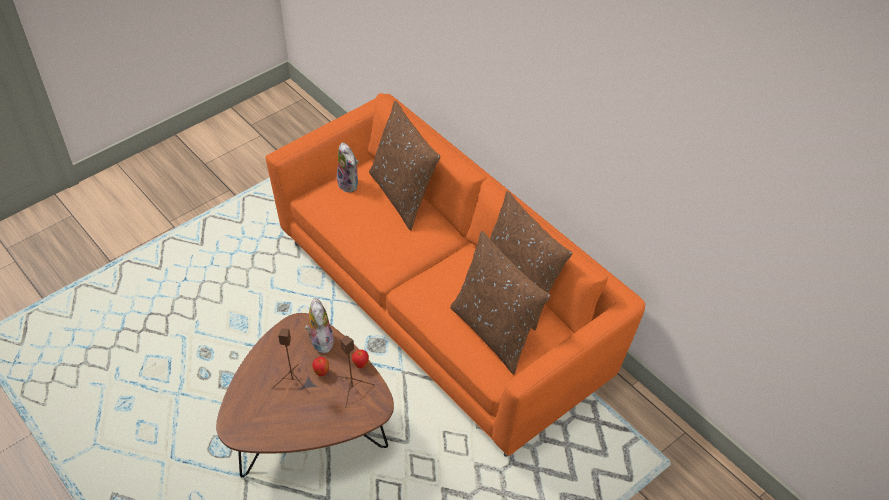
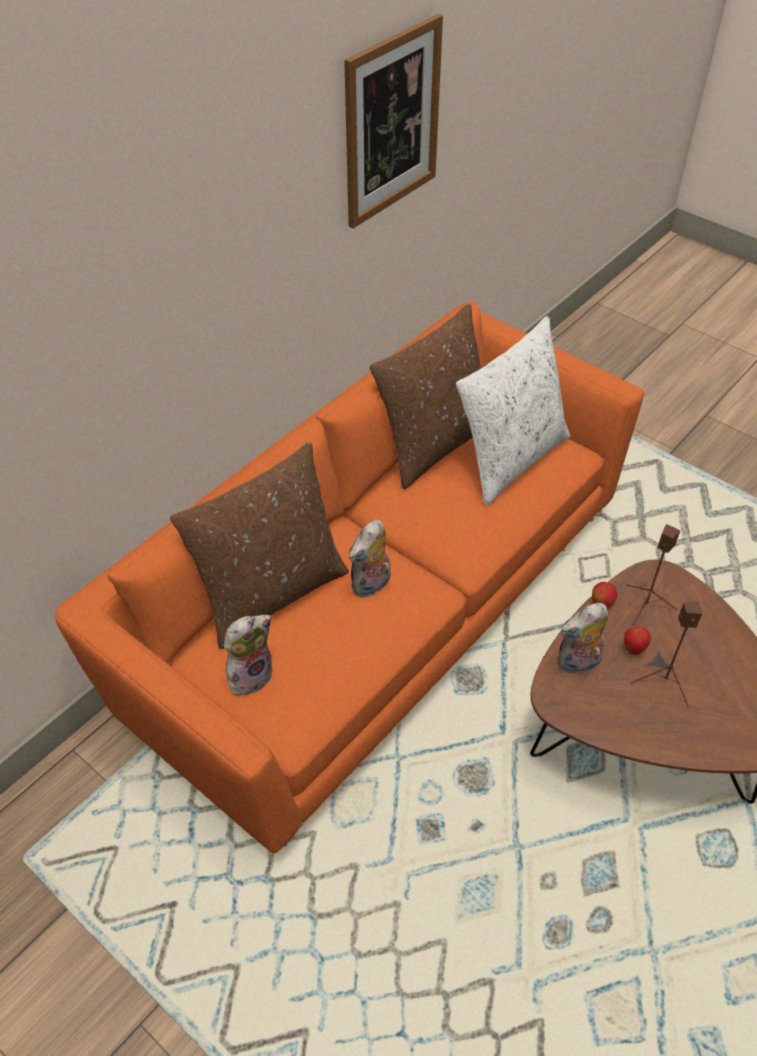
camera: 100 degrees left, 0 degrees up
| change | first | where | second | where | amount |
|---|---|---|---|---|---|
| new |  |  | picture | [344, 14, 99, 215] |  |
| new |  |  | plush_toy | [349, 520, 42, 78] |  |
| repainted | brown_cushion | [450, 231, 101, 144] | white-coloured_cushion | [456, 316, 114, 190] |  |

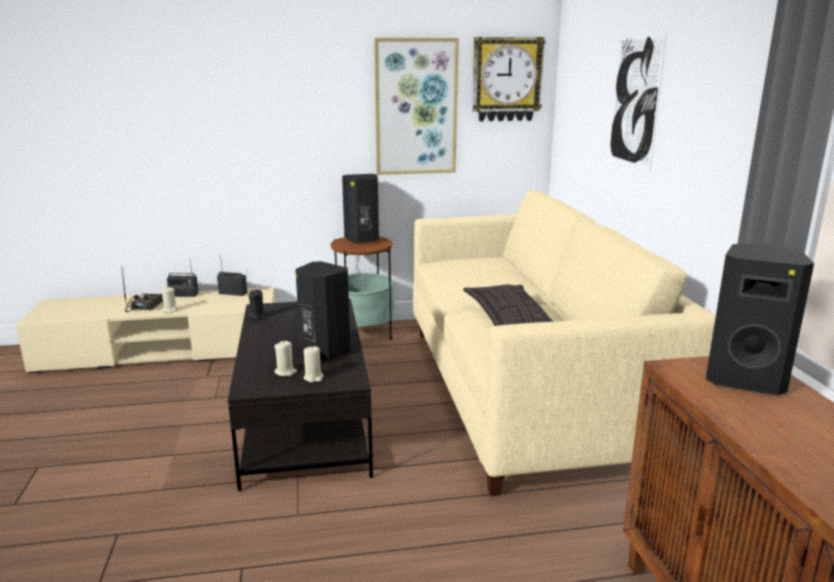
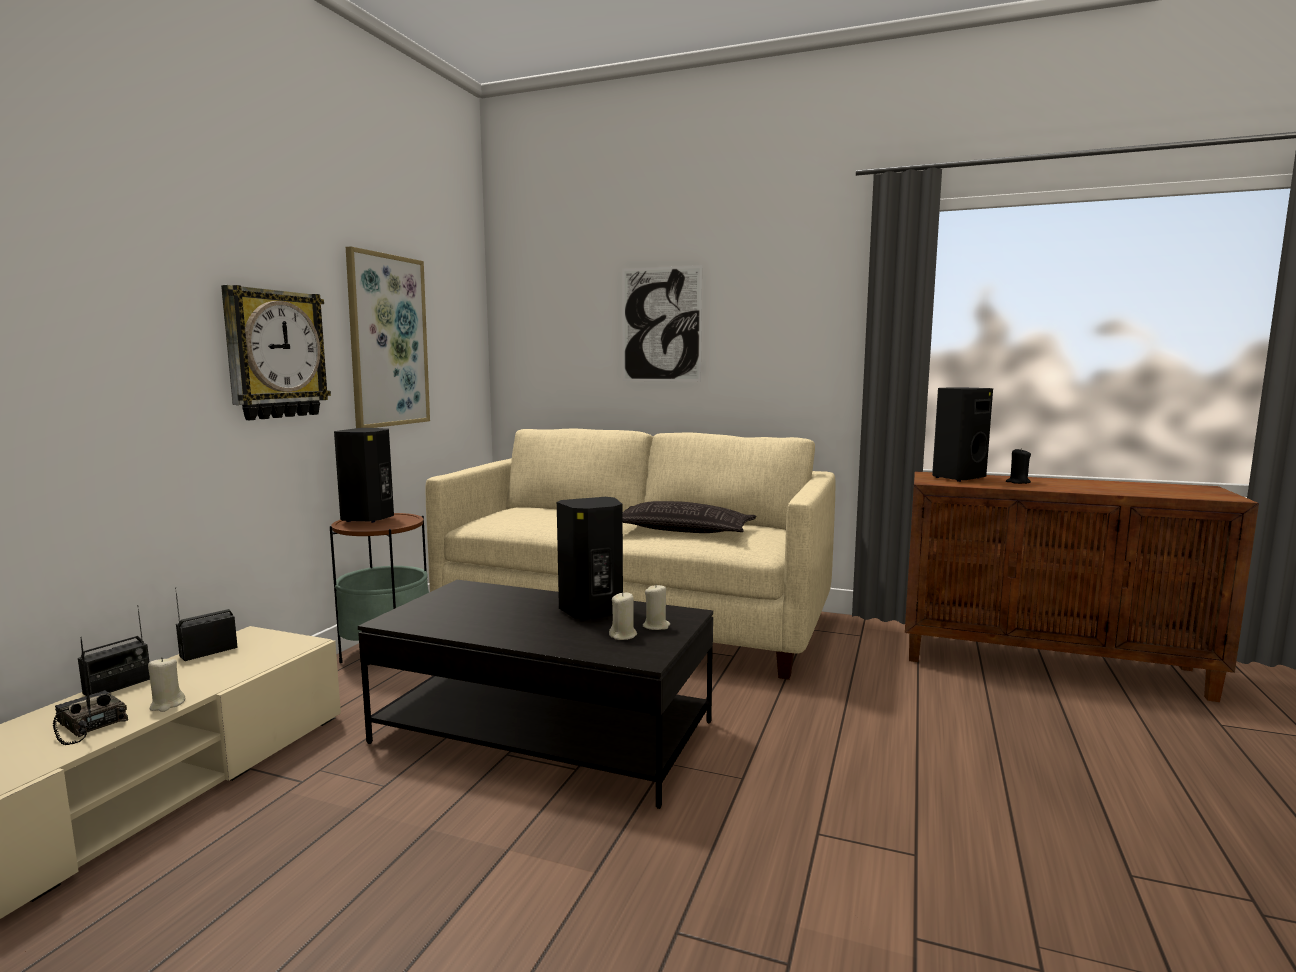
camera: 60 degrees left, 10 degrees down
| change | first | where | second | where | amount |
|---|---|---|---|---|---|
| shifted | clock_on_the_wall | [472, 37, 74, 84] |  | [221, 285, 110, 135] |  |
| shifted | blackish_wax_light | [248, 290, 18, 29] |  | [1006, 448, 25, 36] |  |

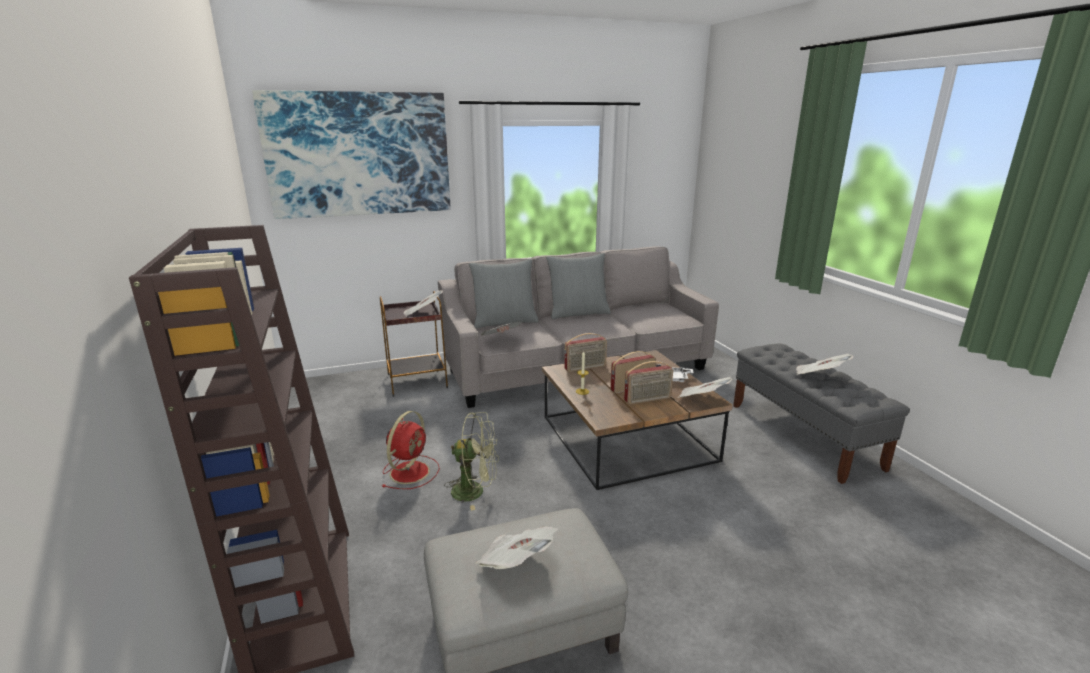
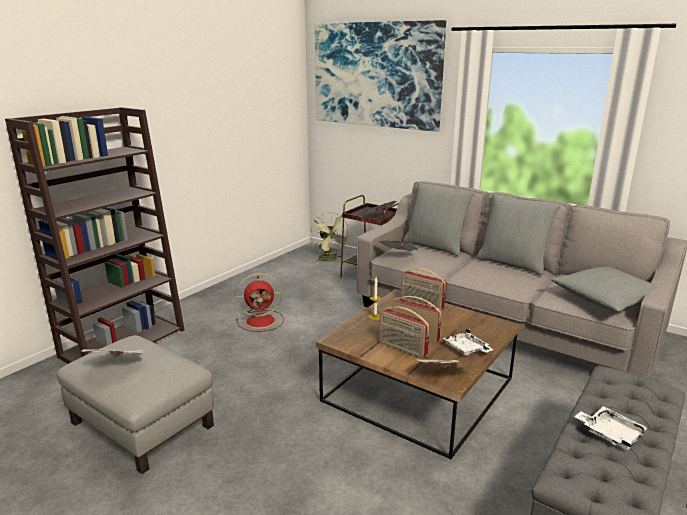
camera: 55 degrees right, 0 degrees up
| change | first | where | second | where | amount |
|---|---|---|---|---|---|
| shifted | green-coloured_cooling_fan | [444, 412, 55, 99] |  | [310, 212, 41, 52] |  |
| new |  |  | grey_cushion | [551, 266, 122, 46] |  |
| swapped | printed_paper | [796, 354, 57, 21] | white-coloured_serving_tray | [574, 406, 74, 44] |  |

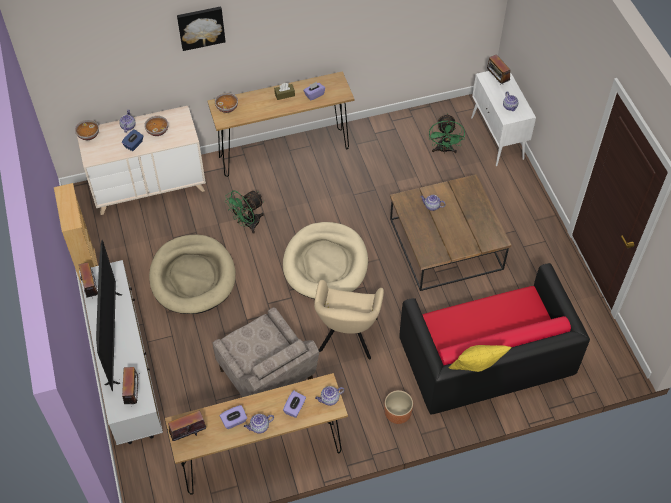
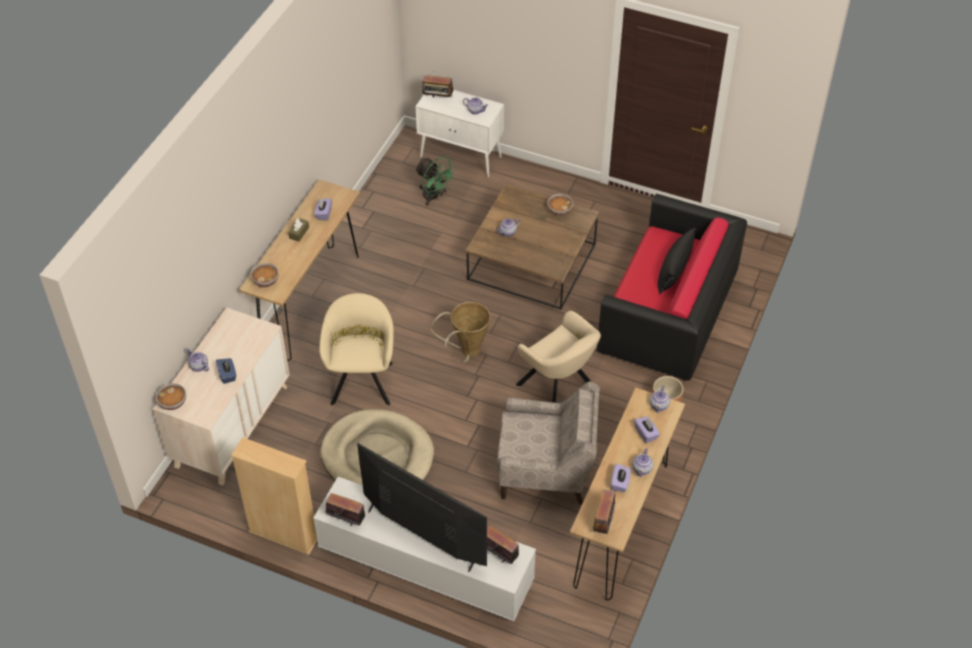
camera: 50 degrees left, 5 degrees down
| change | first | where | second | where | amount |
|---|---|---|---|---|---|
| swapped | green-coloured_cooling_fan | [225, 190, 39, 44] | beige_easy_chair | [319, 293, 75, 112] |  |
| swapped | beige_dog_cushion | [283, 222, 85, 77] | basket | [431, 302, 59, 60] |  |
| shifted | bowl | [144, 116, 24, 20] |  | [547, 194, 26, 22] |  |
| new |  |  | blackish_cushion | [658, 228, 38, 66] |  |
| gone | picture | [177, 7, 49, 44] |  |  |  |
| gone | yellow-coloured_cushion | [449, 345, 62, 27] |  |  |  |

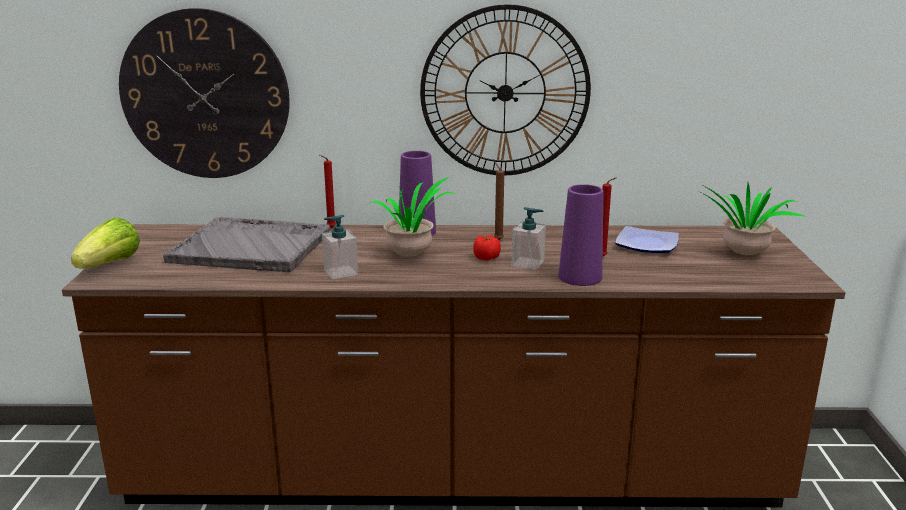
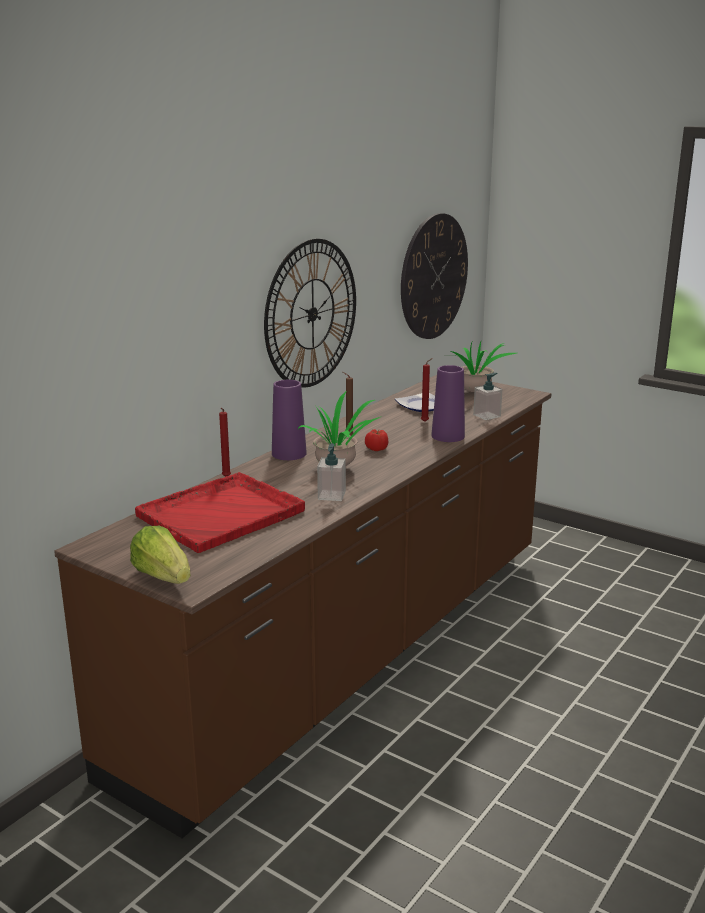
camera: 55 degrees left, 0 degrees up
| change | first | where | second | where | amount |
|---|---|---|---|---|---|
| repainted | grey_serving_tray | [163, 217, 167, 55] | reddish_serving_tray | [135, 472, 170, 81] |  |
| shifted | clock_on_the_wall | [119, 8, 171, 170] |  | [401, 213, 67, 126] |  |
| shifted | soap_dispenser | [511, 207, 35, 63] |  | [473, 373, 29, 47] |  |

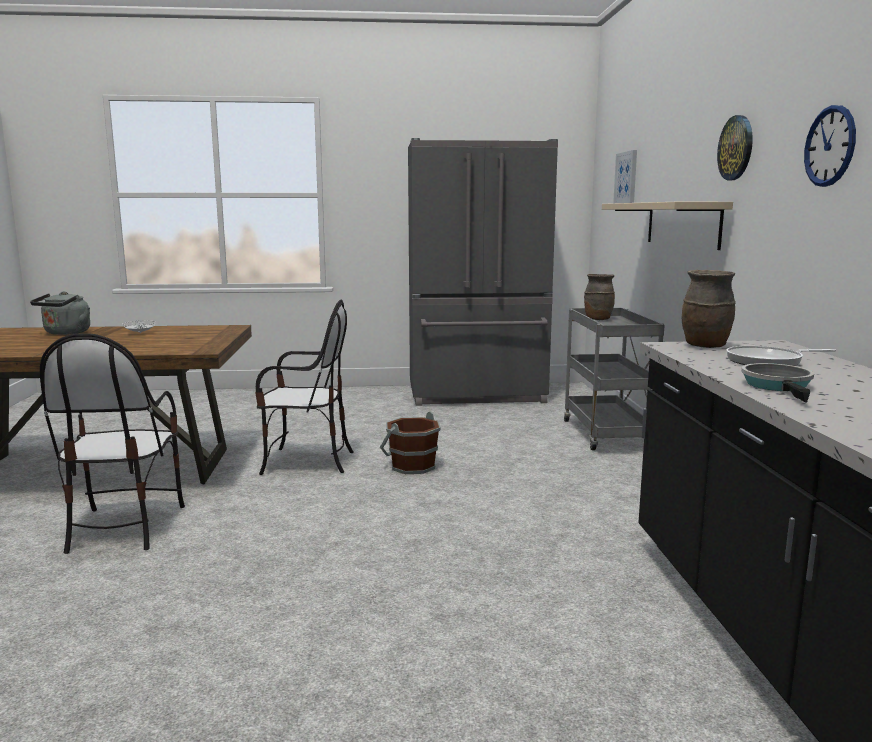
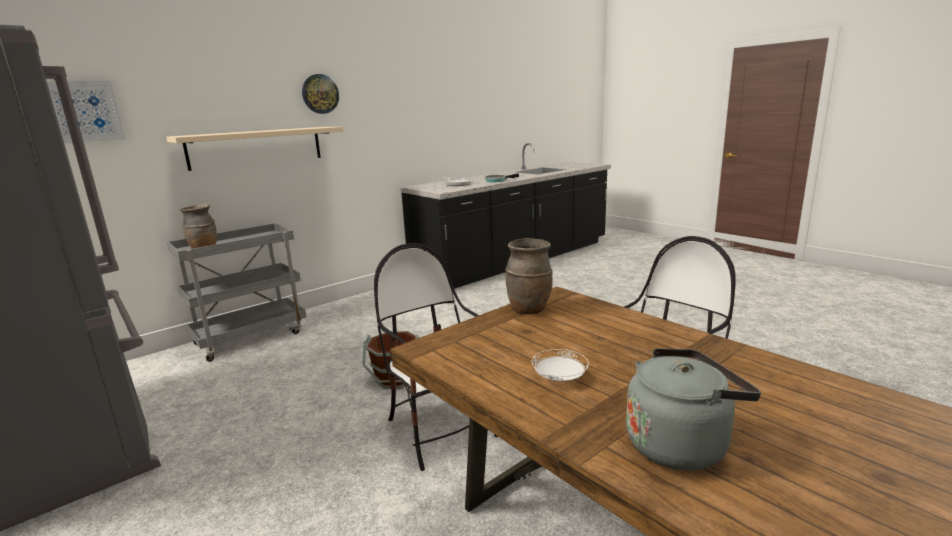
camera: 125 degrees left, 5 degrees up
| change | first | where | second | where | amount |
|---|---|---|---|---|---|
| shifted | brown_flower_vase | [682, 270, 54, 78] |  | [505, 238, 48, 76] |  |
| gone | clock_on_the_wall | [804, 105, 52, 82] |  |  |  |

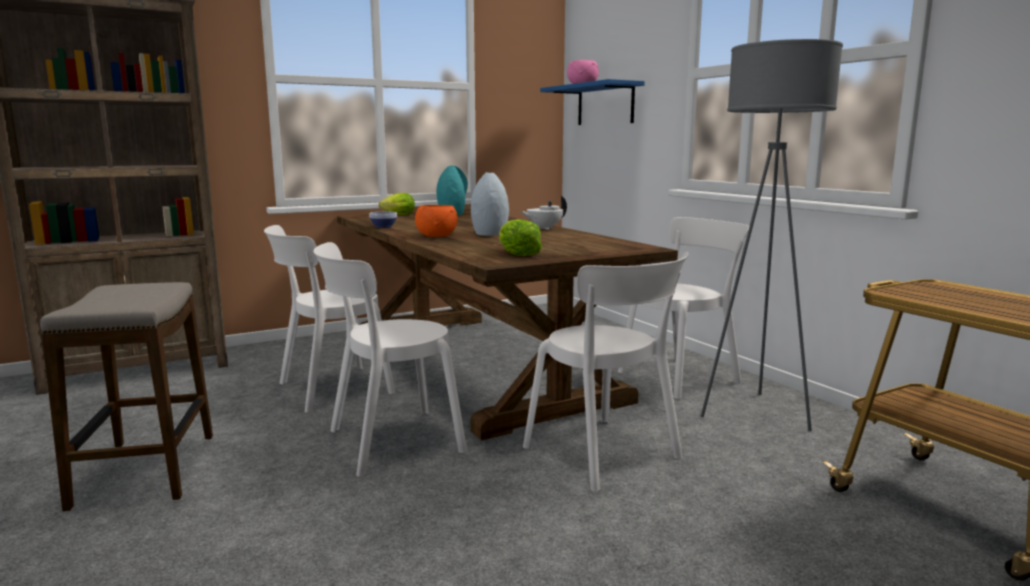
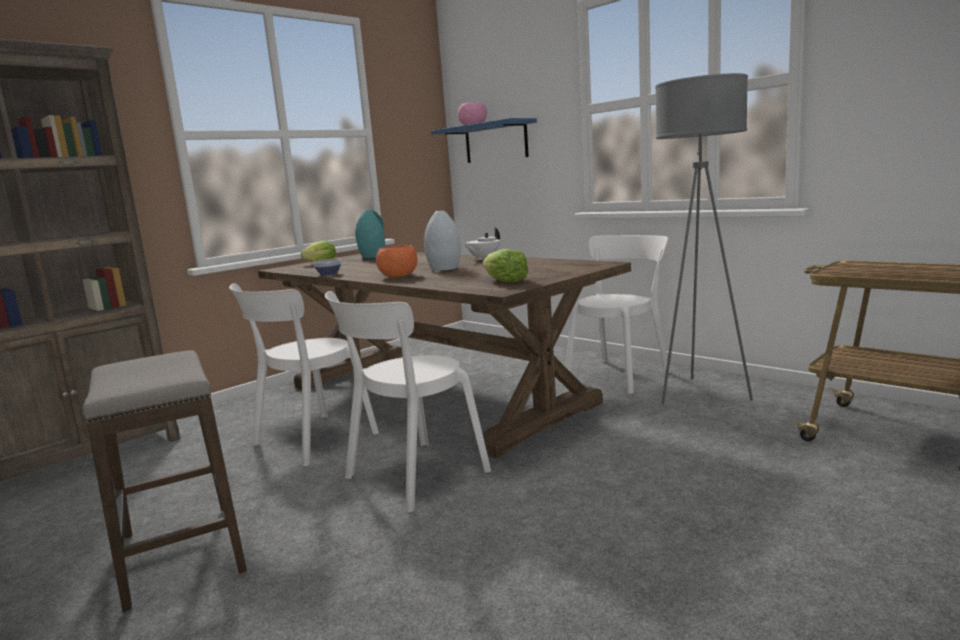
camera: 15 degrees left, 0 degrees up
| change | first | where | second | where | amount |
|---|---|---|---|---|---|
| gone | white-coloured_upright_chair | [523, 252, 166, 240] |  |  |  |

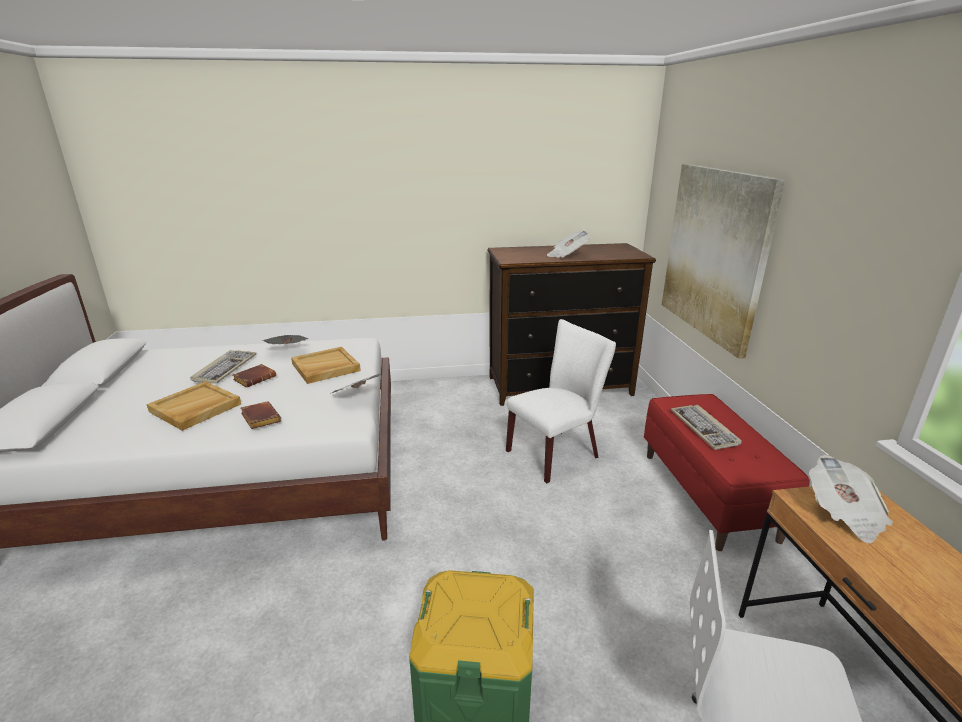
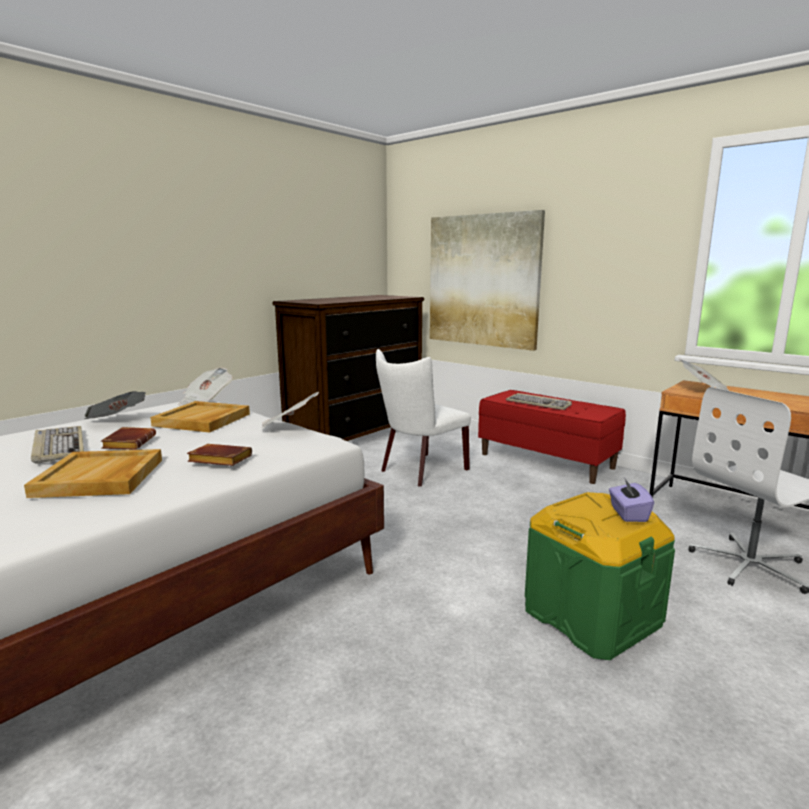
camera: 40 degrees left, 10 degrees down
| change | first | where | second | where | amount |
|---|---|---|---|---|---|
| shifted | printed_paper | [547, 231, 42, 27] |  | [178, 368, 55, 38] |  |
| rotated | white-coloured_upright_chair | [506, 319, 110, 164] |  | [376, 349, 95, 138] | 150 degrees counterclockwise |
| new |  |  | purple-coloured_box_of_tissues | [609, 477, 45, 45] |  |

